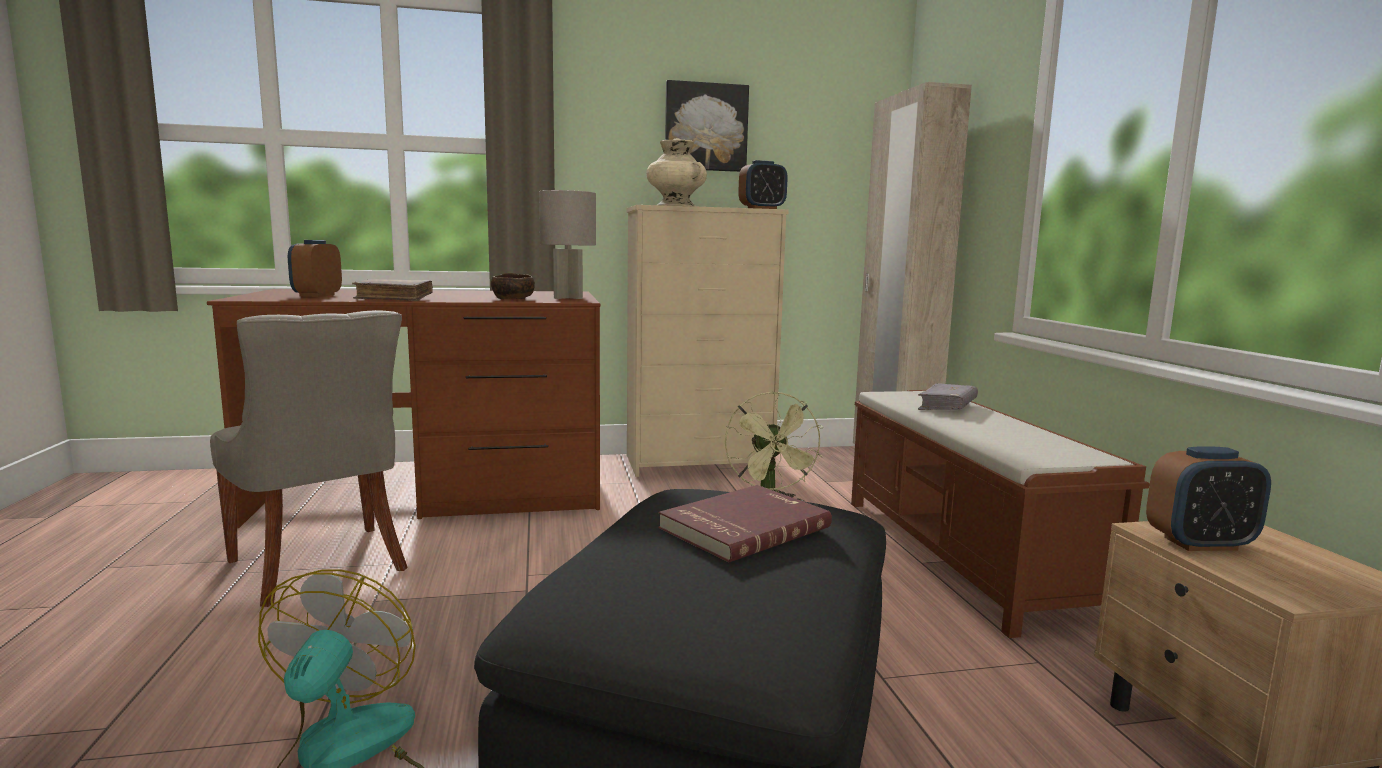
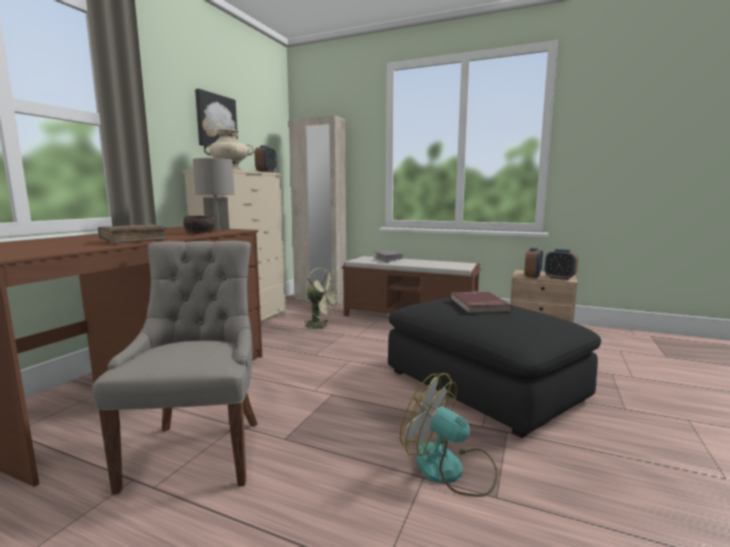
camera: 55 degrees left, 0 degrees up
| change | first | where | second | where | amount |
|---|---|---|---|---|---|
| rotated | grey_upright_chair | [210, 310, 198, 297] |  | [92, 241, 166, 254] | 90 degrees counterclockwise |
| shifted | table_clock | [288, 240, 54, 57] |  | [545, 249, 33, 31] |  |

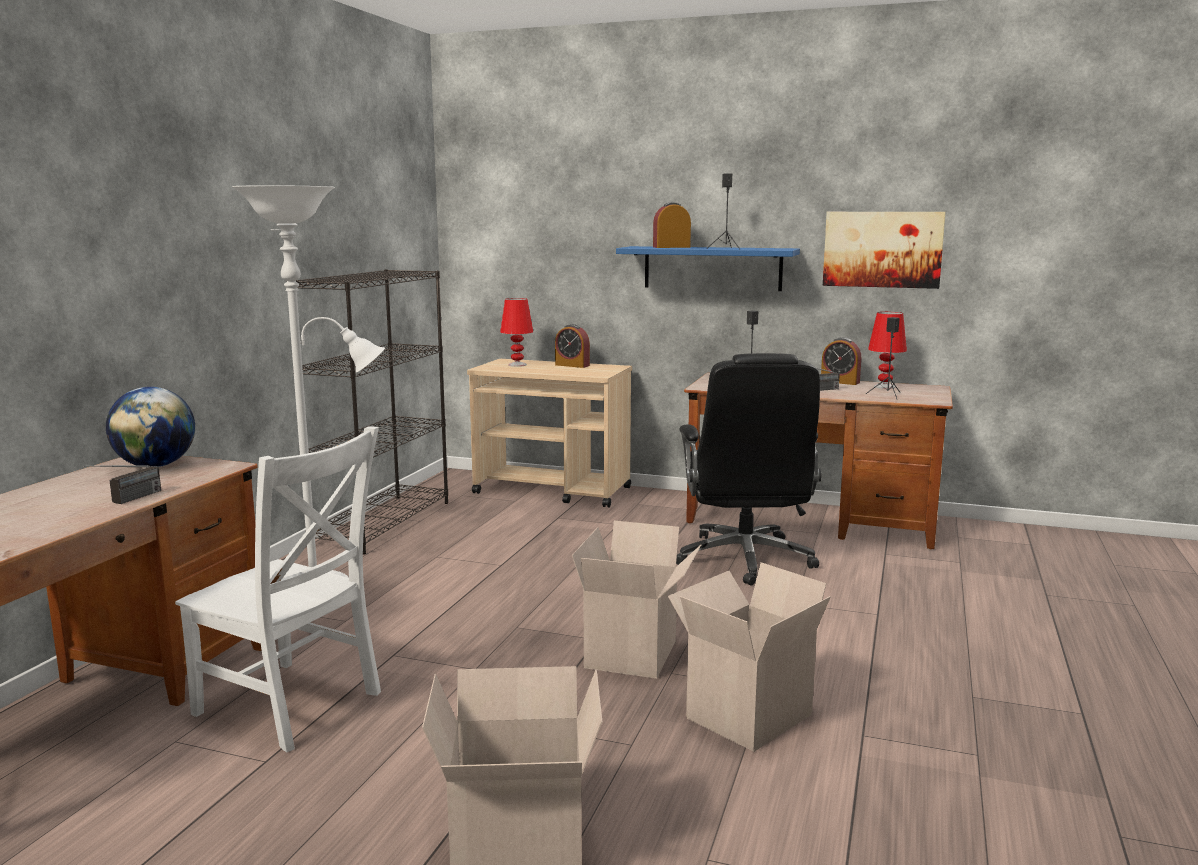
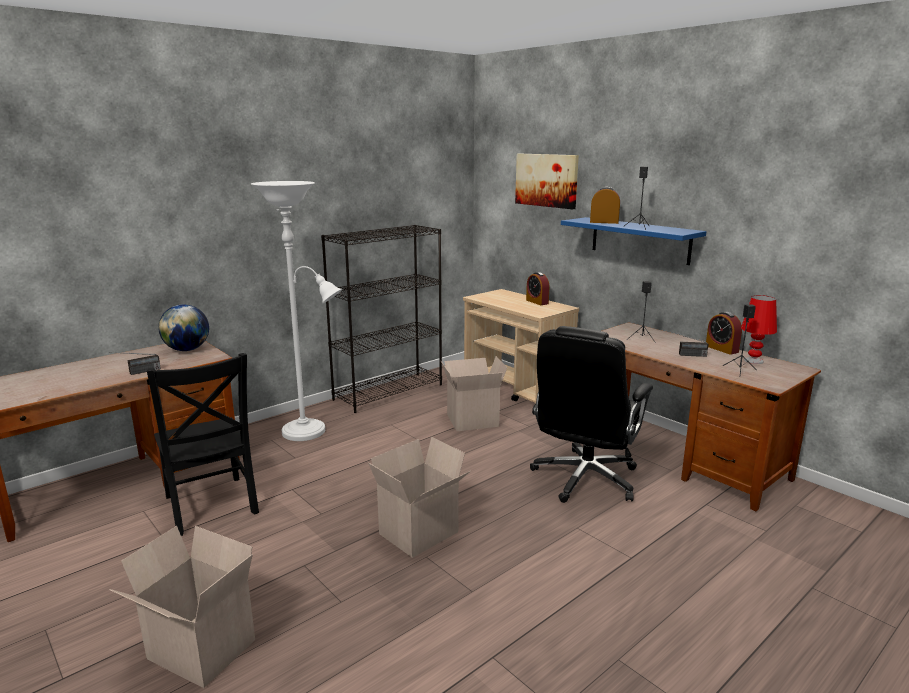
camera: 30 degrees right, 5 degrees up
| change | first | where | second | where | amount |
|---|---|---|---|---|---|
| repainted | white-coloured_upright_chair | [175, 426, 206, 326] | blackish_upright_chair | [147, 353, 112, 183] |  |
| shifted | packing_box | [668, 562, 163, 190] |  | [441, 356, 66, 75] |  |
| shifted | picture | [823, 212, 123, 77] |  | [515, 154, 64, 55] |  |
| gone | reddish_table_lamp | [500, 298, 33, 69] |  |  |  |

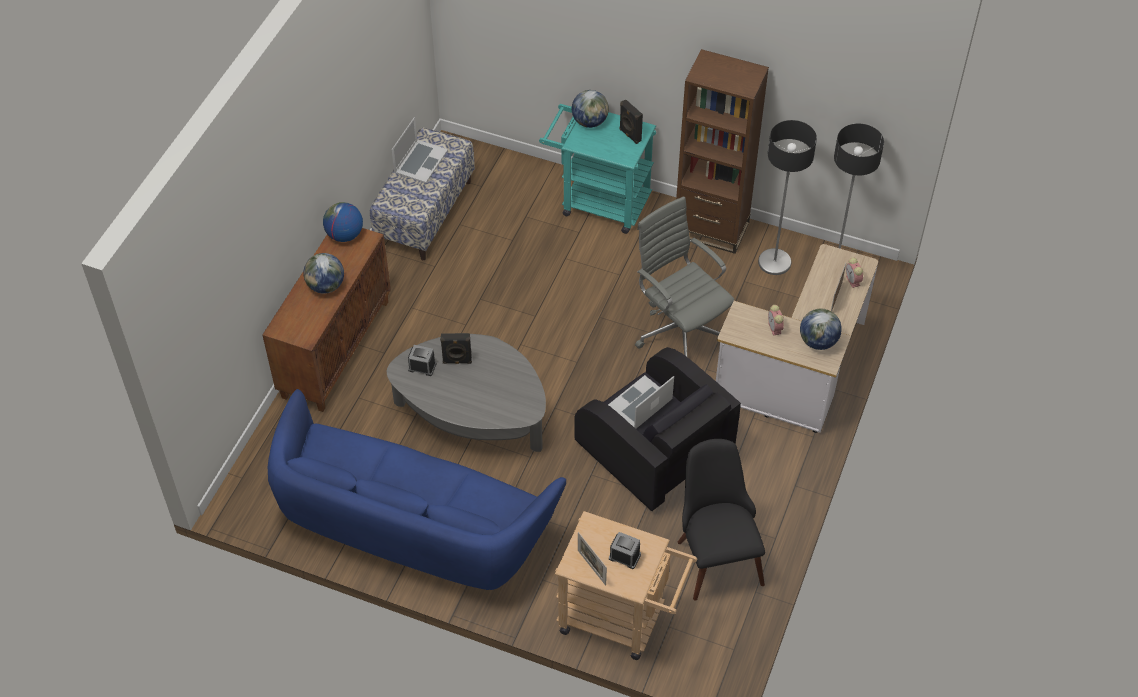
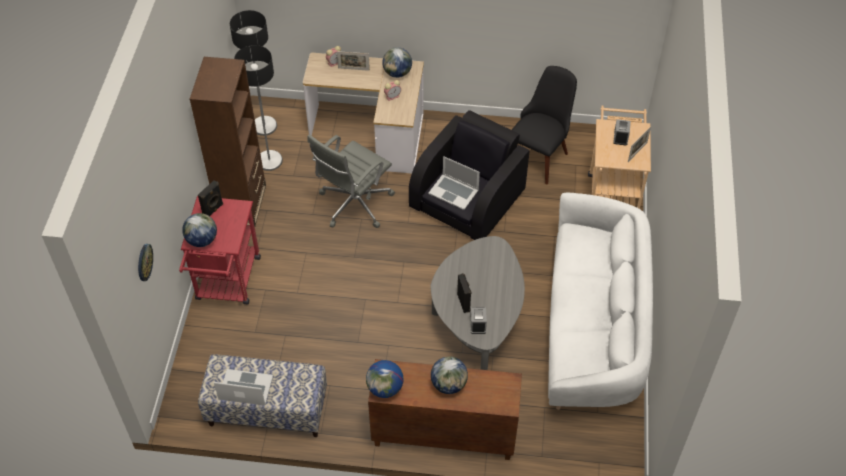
camera: 105 degrees left, 0 degrees up
| change | first | where | second | where | amount |
|---|---|---|---|---|---|
| new |  |  | clock_on_the_wall | [138, 244, 15, 37] |  |
| repainted | turquoise_trolley | [539, 104, 117, 130] | reddish_trolley | [179, 196, 82, 109] |  |
| rotated | blackish_upright_chair | [678, 439, 87, 161] |  | [512, 66, 65, 119] | 150 degrees clockwise |
| repainted | blue_settee | [268, 389, 298, 201] | white-coloured_settee | [548, 193, 105, 217] |  |

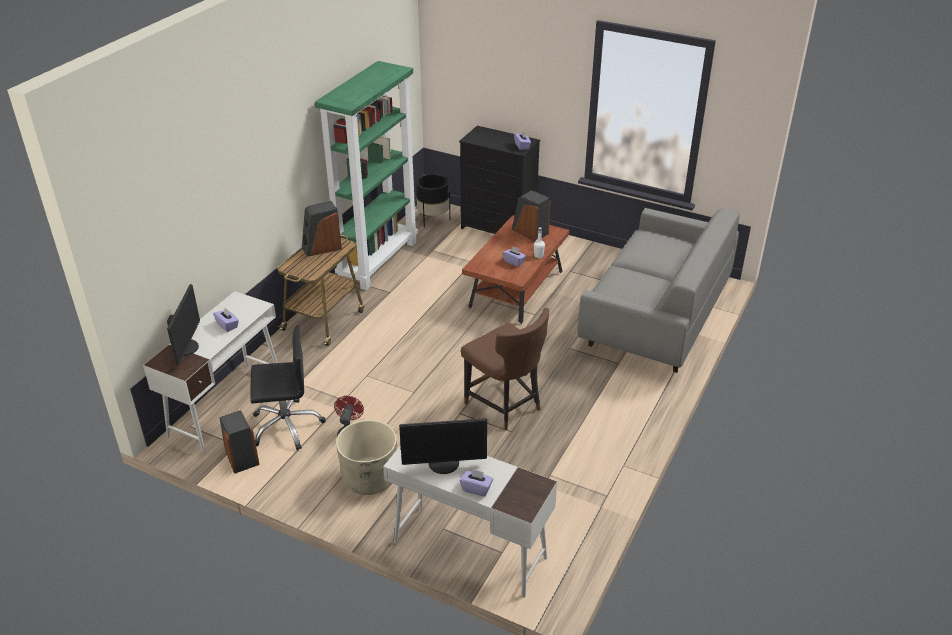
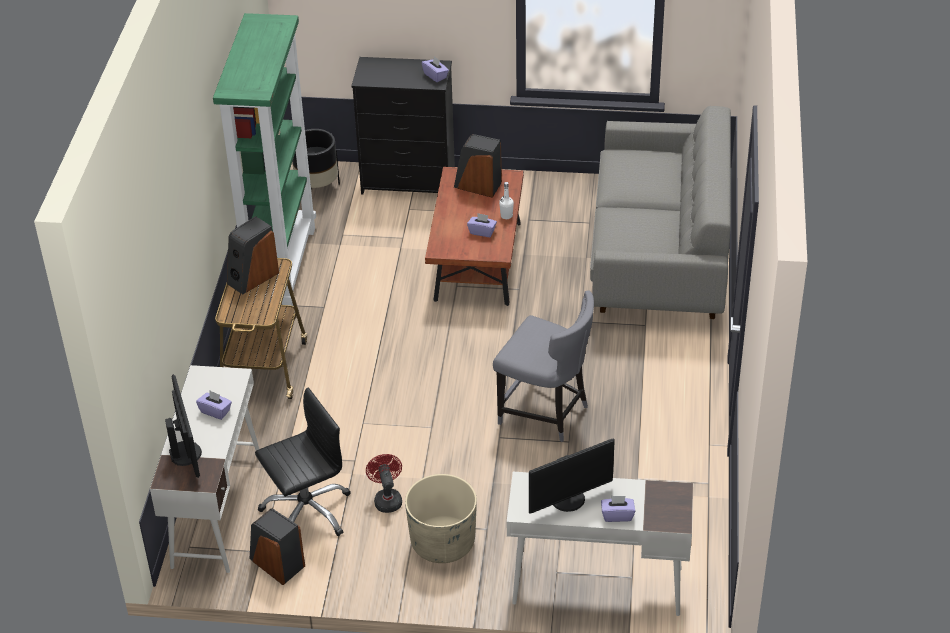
camera: 20 degrees left, 5 degrees up
| change | first | where | second | where | amount |
|---|---|---|---|---|---|
| repainted | brown_upright_chair | [461, 308, 88, 122] | grey_upright_chair | [493, 290, 101, 152] |  |

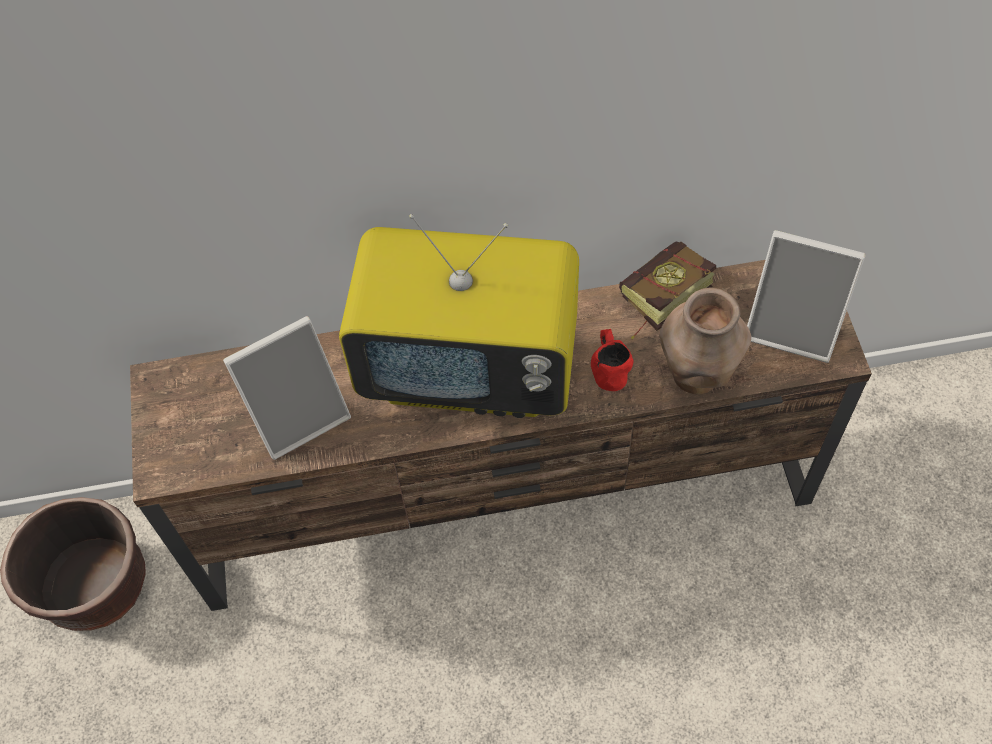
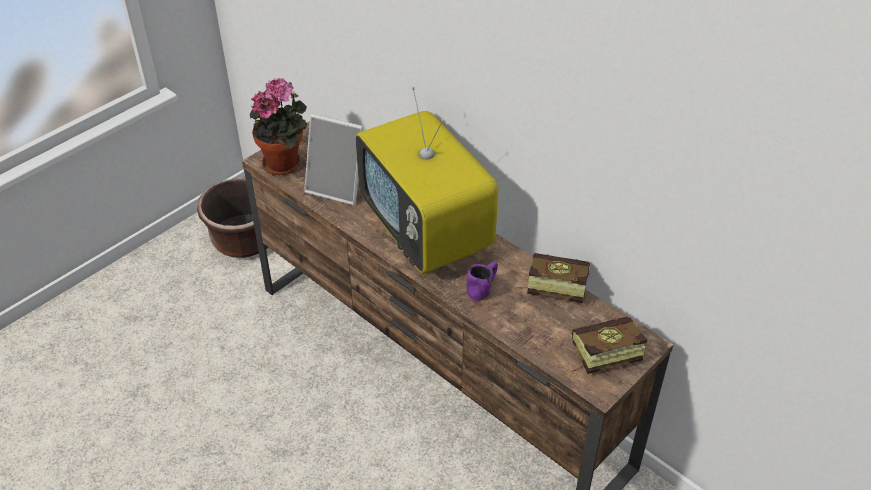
camera: 50 degrees right, 15 degrees down
| change | first | where | second | where | amount |
|---|---|---|---|---|---|
| new |  |  | plant_in_a_pot | [250, 78, 57, 97] |  |
| repainted | reddish_coffee_mug | [591, 329, 43, 62] | purple-coloured_coffee_mug | [466, 262, 32, 39] |  |
| swapped | picture_frame | [747, 230, 118, 133] | bound_book | [568, 317, 79, 57] |  |
| gone | brown_flower_vase | [659, 288, 92, 107] |  |  |  |

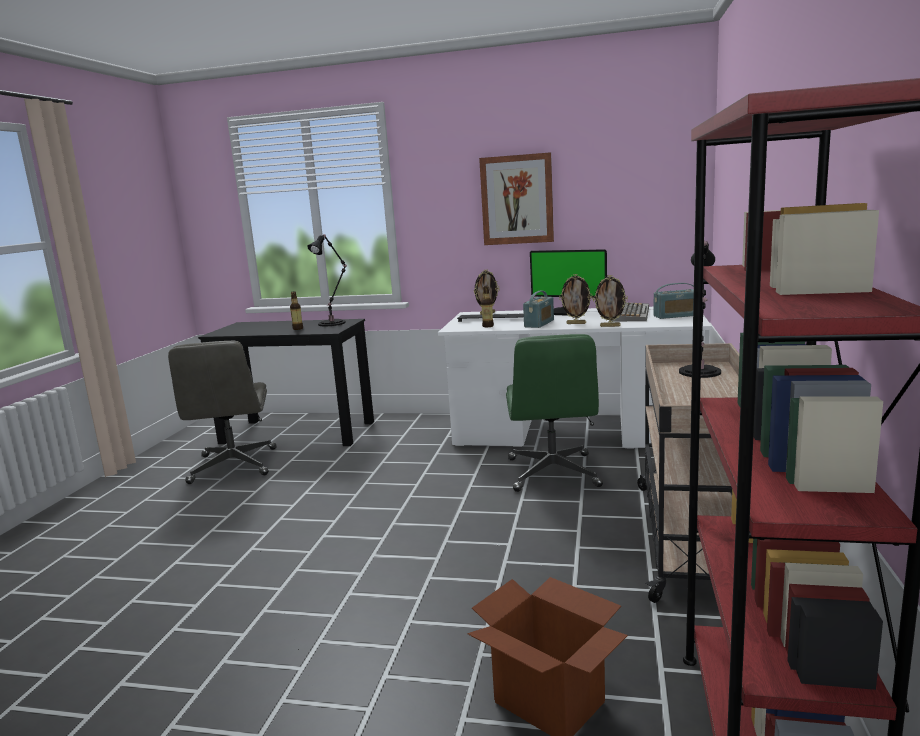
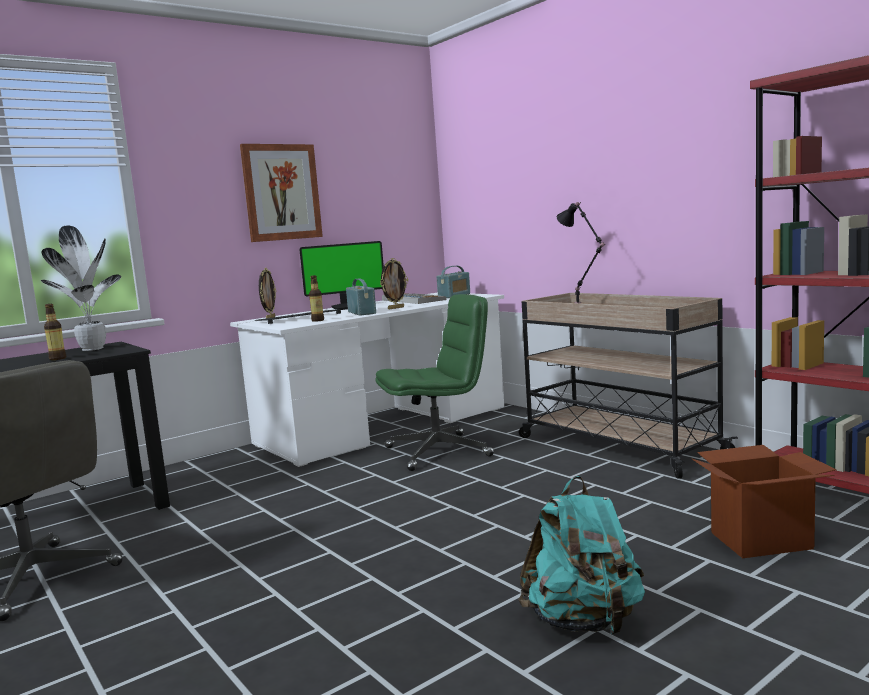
camera: 50 degrees left, 5 degrees down
| change | first | where | second | where | amount |
|---|---|---|---|---|---|
| swapped | blackish_table_lamp | [307, 234, 40, 92] | plant_in_a_pot | [41, 225, 80, 126] |  |
| rotated | green-coloured_office_chair | [506, 334, 97, 158] |  | [376, 294, 118, 177] | 60 degrees counterclockwise |
| new |  |  | turquoise_knapsack | [518, 476, 127, 159] |  |
| gone | picture_frame | [593, 275, 35, 52] |  |  |  |

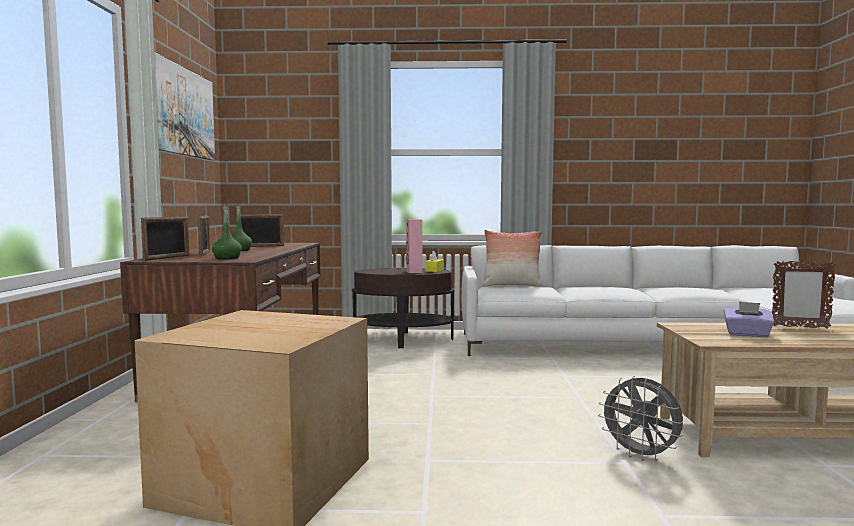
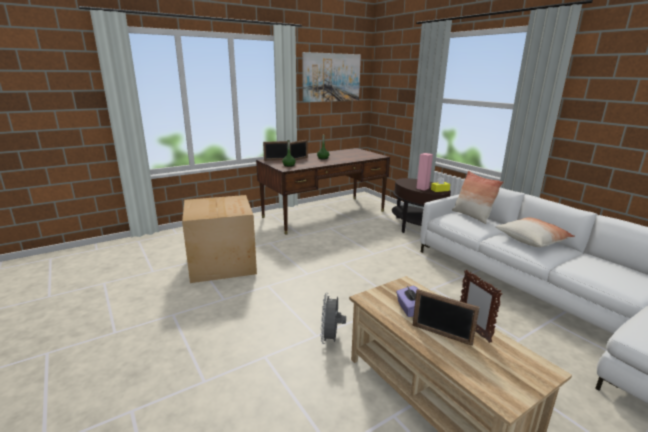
camera: 55 degrees right, 15 degrees up
| change | first | where | second | where | amount |
|---|---|---|---|---|---|
| shifted | picture_frame | [236, 214, 48, 33] |  | [412, 289, 68, 57] |  |
| new |  |  | cushion | [496, 218, 79, 29] |  |

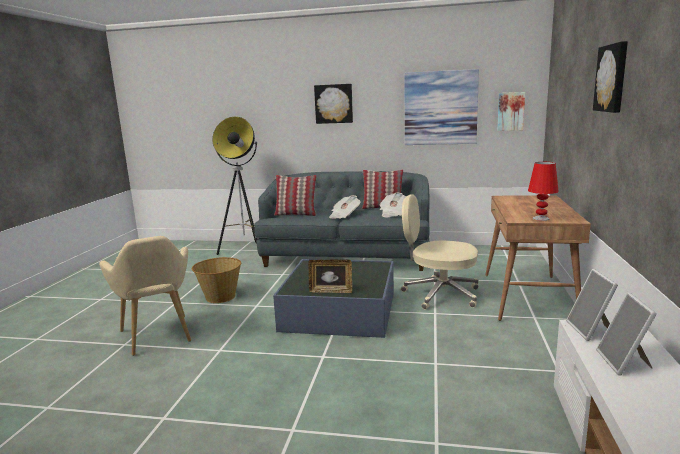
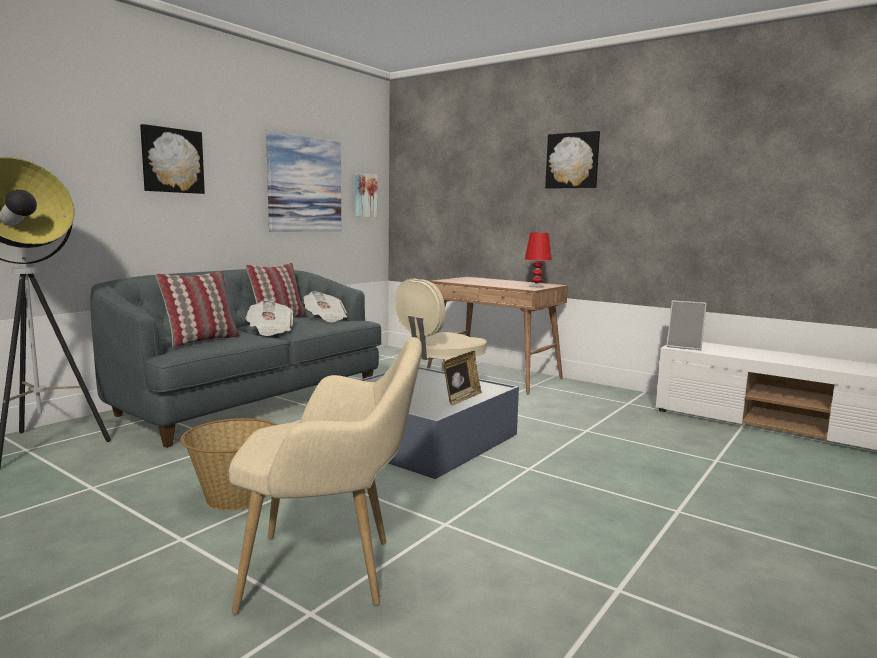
camera: 65 degrees left, 5 degrees down
| change | first | where | second | where | amount |
|---|---|---|---|---|---|
| gone | picture_frame | [596, 293, 61, 83] |  |  |  |

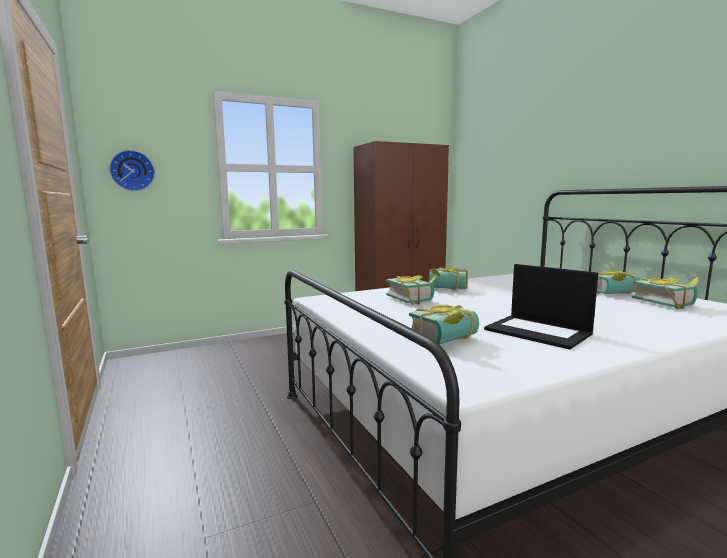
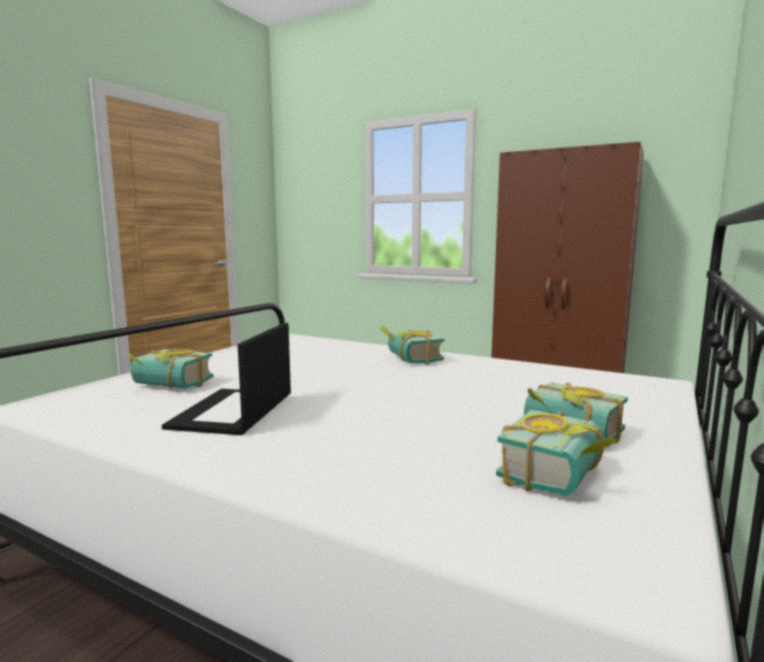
camera: 55 degrees right, 0 degrees up
| change | first | where | second | where | amount |
|---|---|---|---|---|---|
| gone | clock_on_the_wall | [109, 150, 46, 41] |  |  |  |
| gone | bound_book | [386, 274, 52, 31] |  |  |  |

